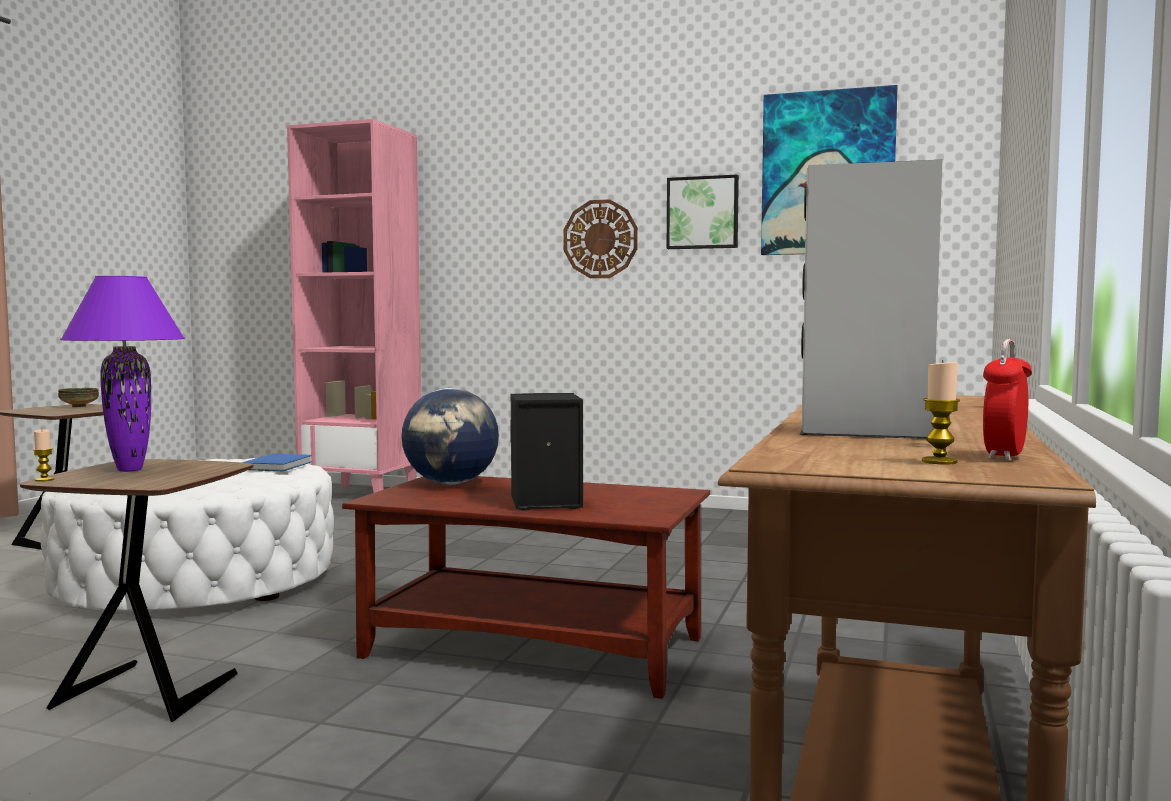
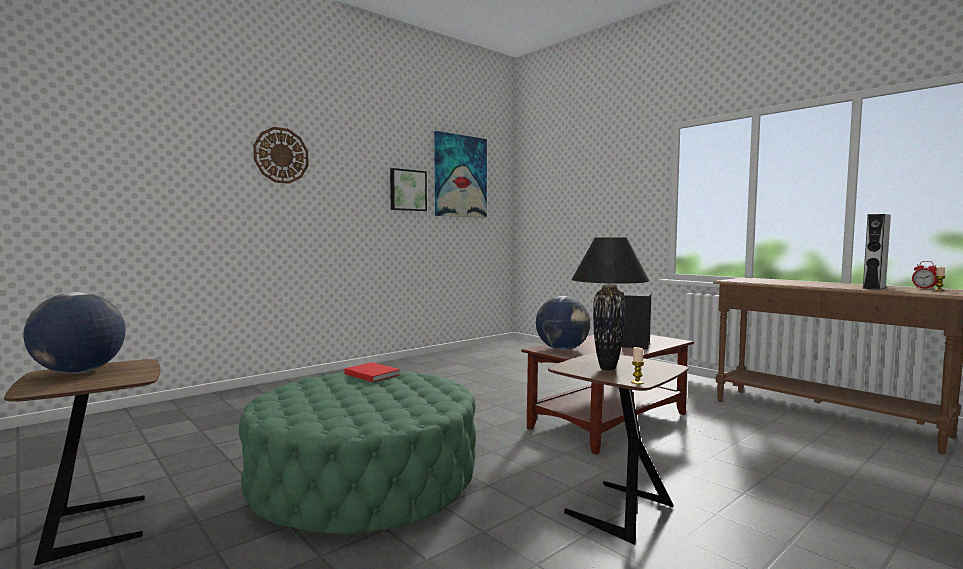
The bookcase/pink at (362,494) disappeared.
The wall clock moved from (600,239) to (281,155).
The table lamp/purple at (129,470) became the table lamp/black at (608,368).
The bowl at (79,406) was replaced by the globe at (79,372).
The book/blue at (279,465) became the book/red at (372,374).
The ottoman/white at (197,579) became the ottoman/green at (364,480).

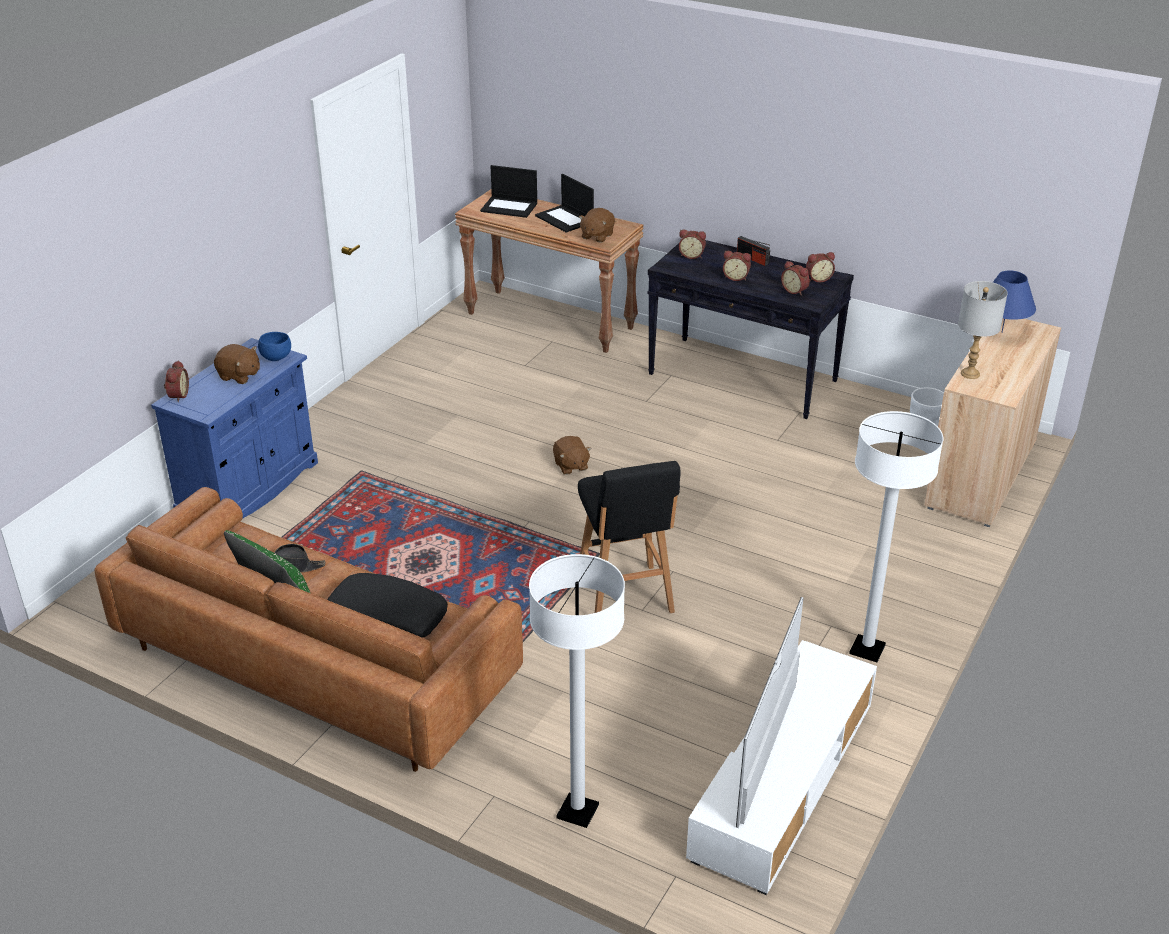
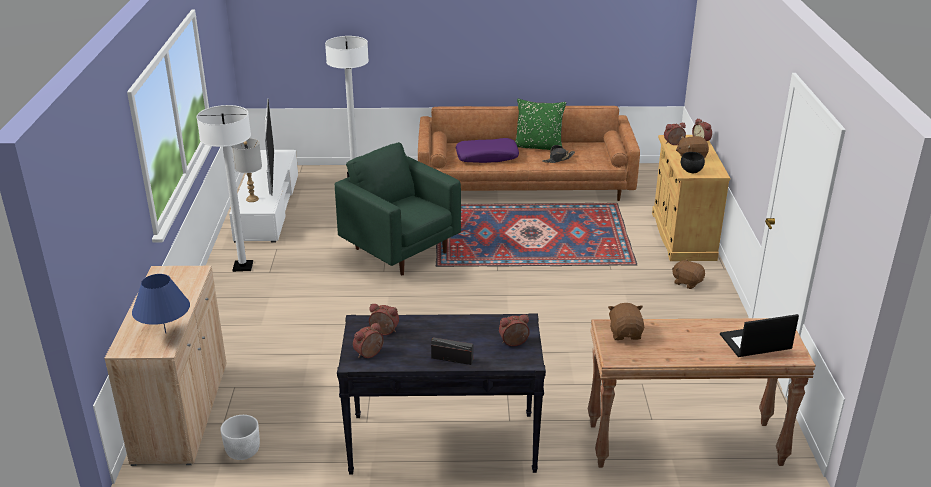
The laptop at (565,219) disappeared.
The alarm clock moved from (736,277) to (674,144).
The table lamp/grey moved from (970,373) to (252,199).
The bowl/blue at (276,357) became the bowl/black at (691,171).
The cabinet/blue at (249,488) became the cabinet/beige at (682,236).
The plush toy/brown moved from (570,466) to (687,282).
The stool/black at (625,598) was replaced by the armchair/green at (400,250).
The pillow/black at (387,617) became the pillow/purple at (487,157).

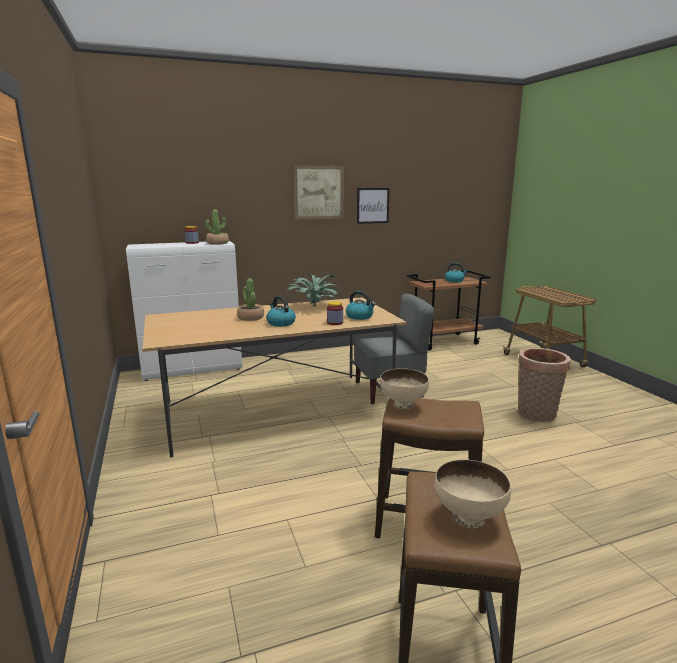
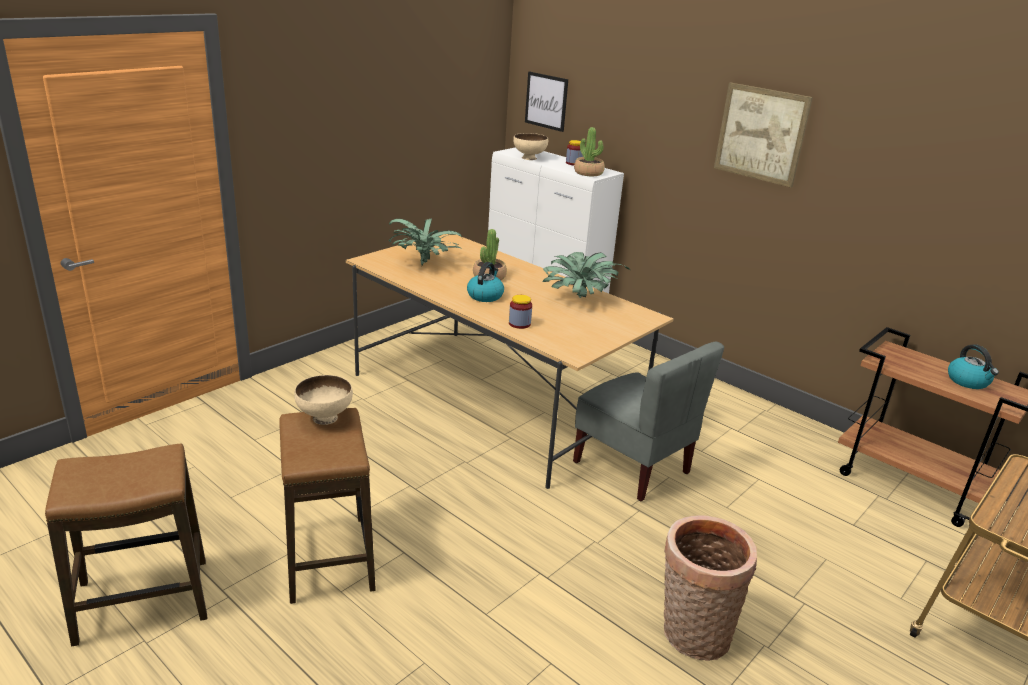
The picture moved from (372,205) to (546,101).
The kettle at (360,317) disappeared.
The bowl/beige moved from (469,517) to (529,158).
The potted plant at (425,264) appeared.

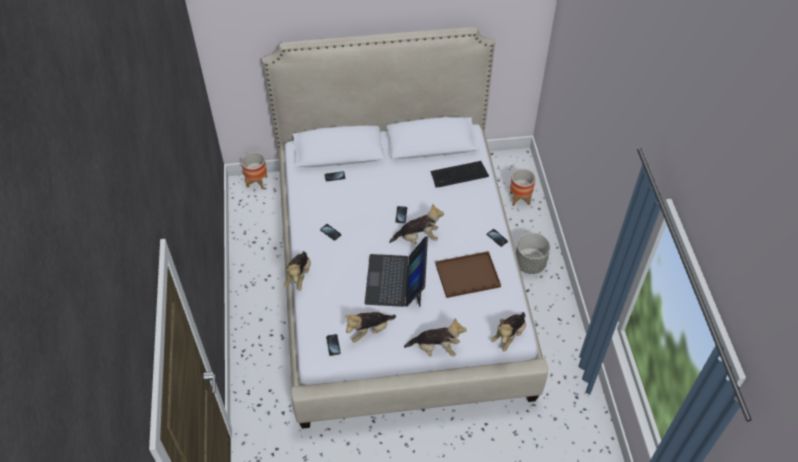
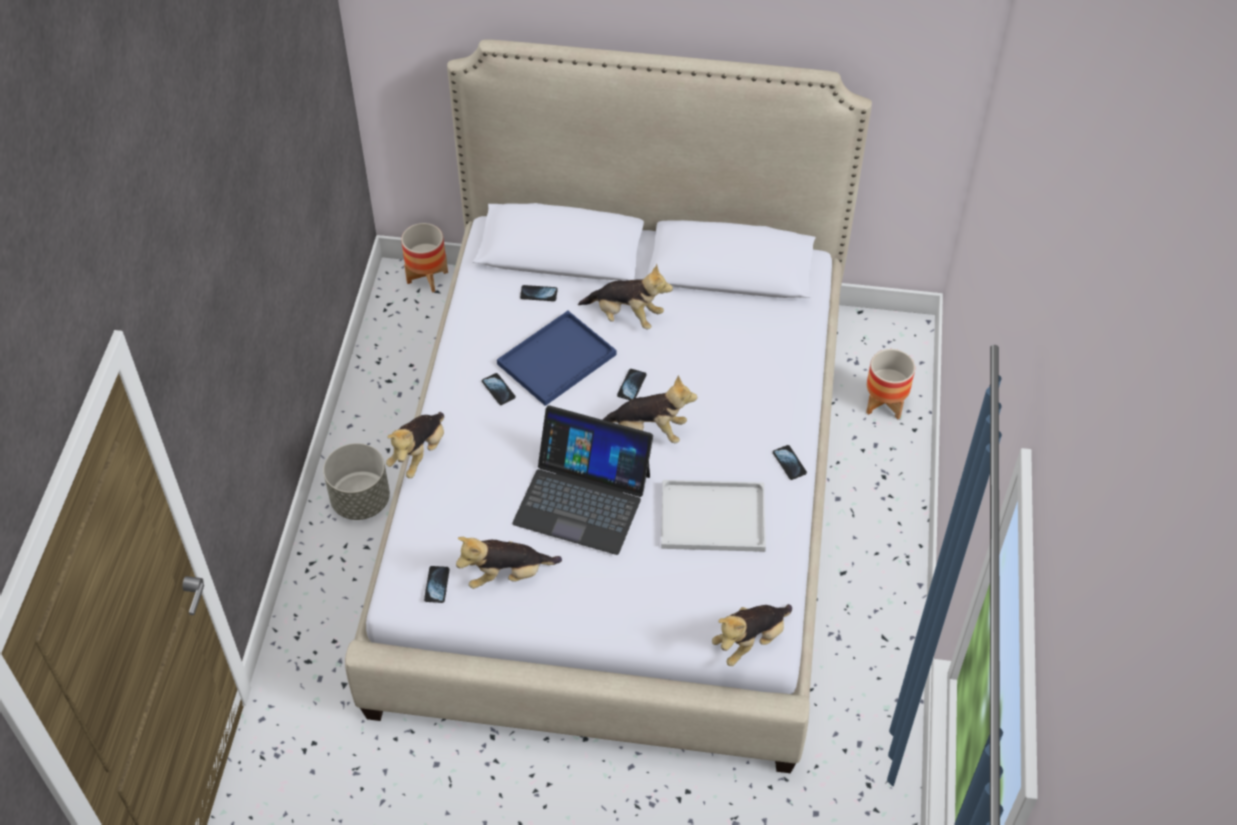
The keyboard at (459,175) disappeared.
The planter/grey moved from (530,264) to (361,501).
The laptop at (396,280) turned 90 degrees counterclockwise.
The tray/brown at (468,274) became the tray/white at (715,516).
The plush toy moved from (436,348) to (626,316).
The tray/blue at (557,357) appeared.

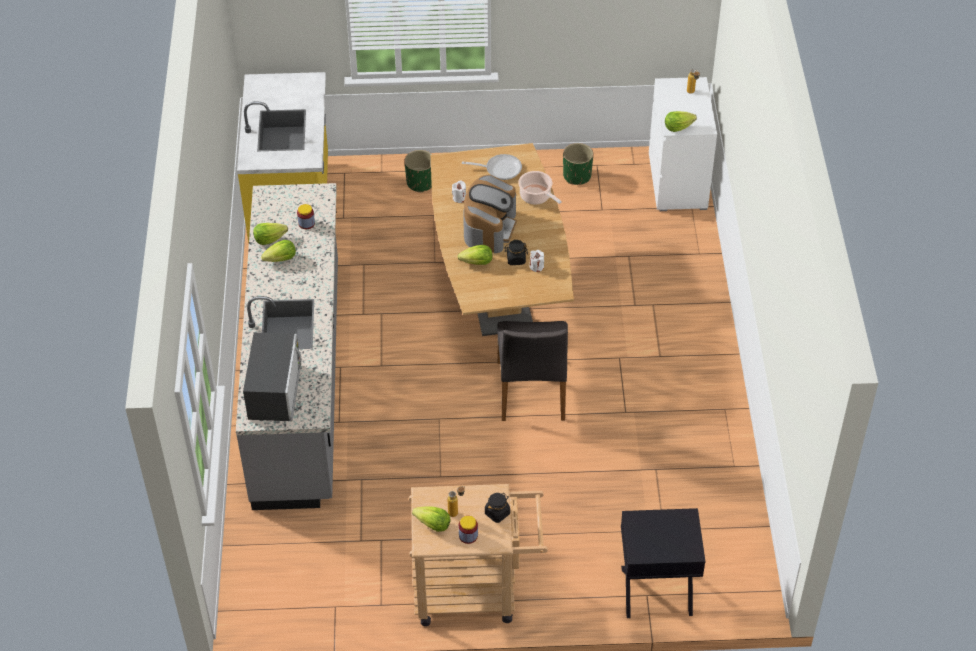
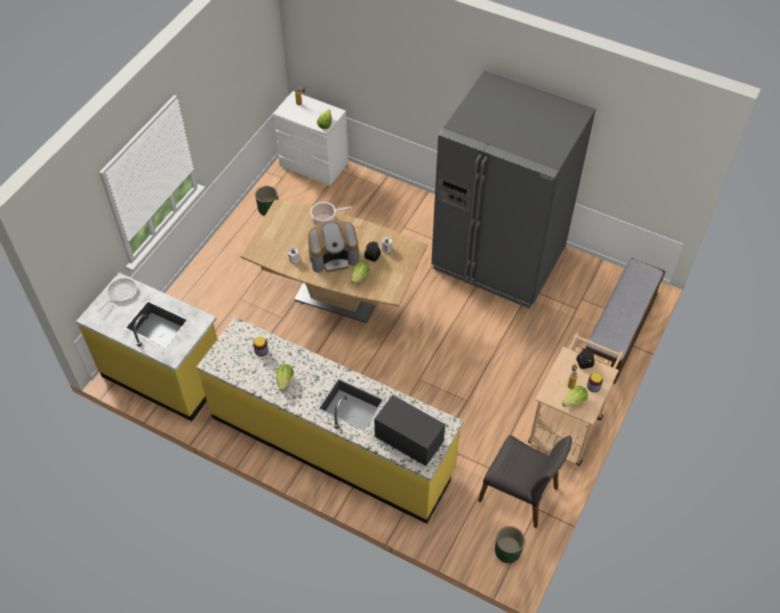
The planter/green moved from (420,183) to (507,551).
The frying pan moved from (500,169) to (120,293).
The coffee machine at (489,228) turned 120 degrees clockwise.
The counter/grey at (300,381) became the counter/yellow at (332,443).
The lettuce at (269,239) disappeared.
The chair/grey moved from (532,391) to (519,493).
The nightstand/black at (656,591) was replaced by the bench at (618,334).
The fridge/grey at (498,258) appeared.

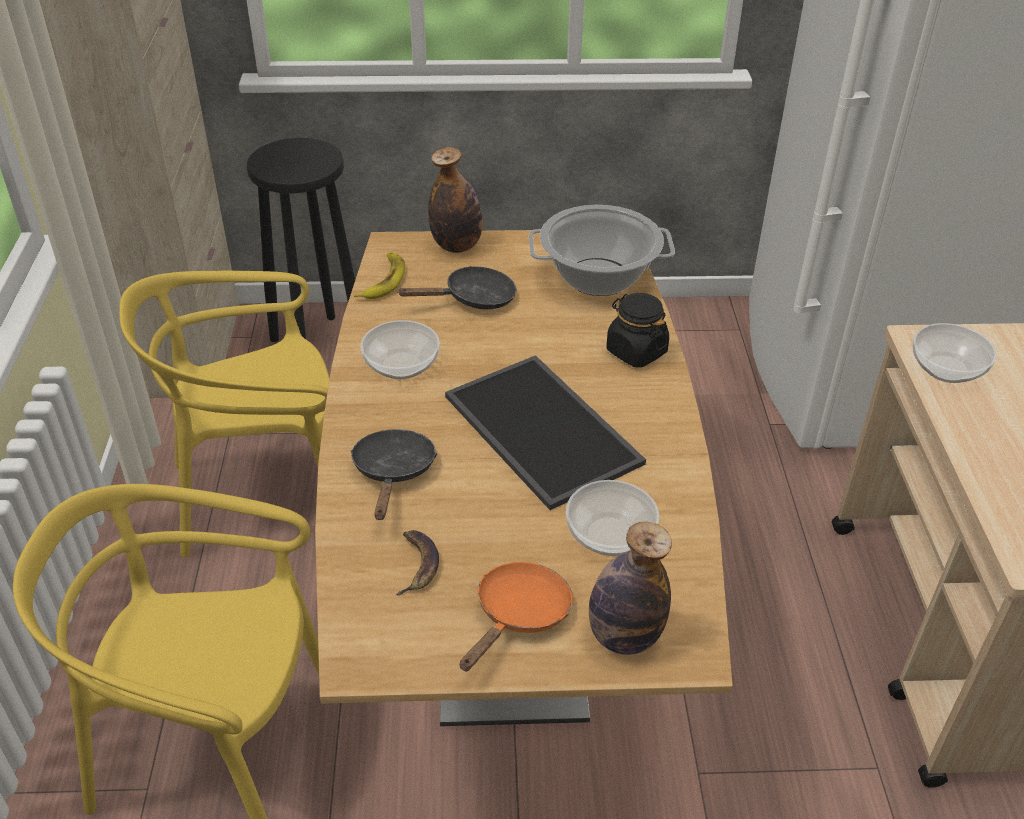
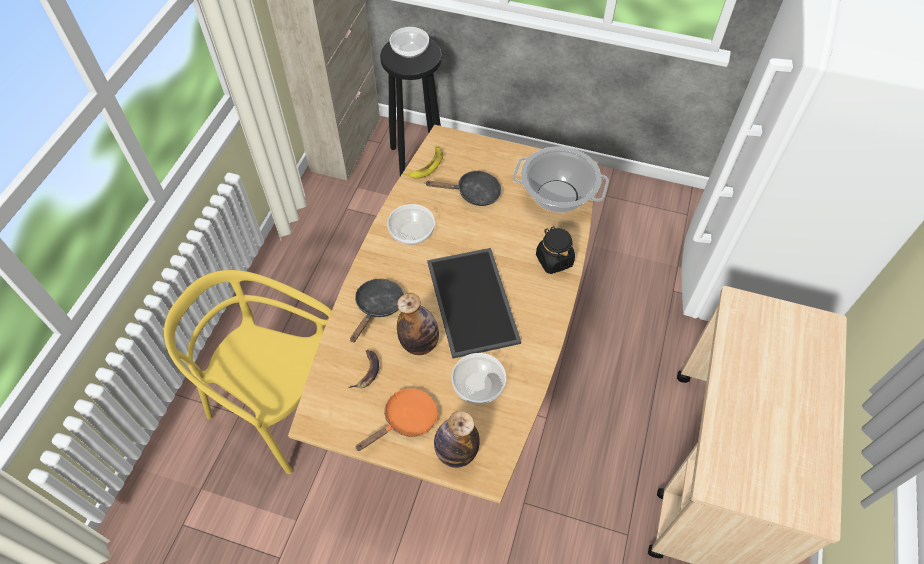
The bottle moved from (457,246) to (419,343).
The chair/yellow at (263,494) disappeared.
The bowl moved from (948,369) to (410,51).

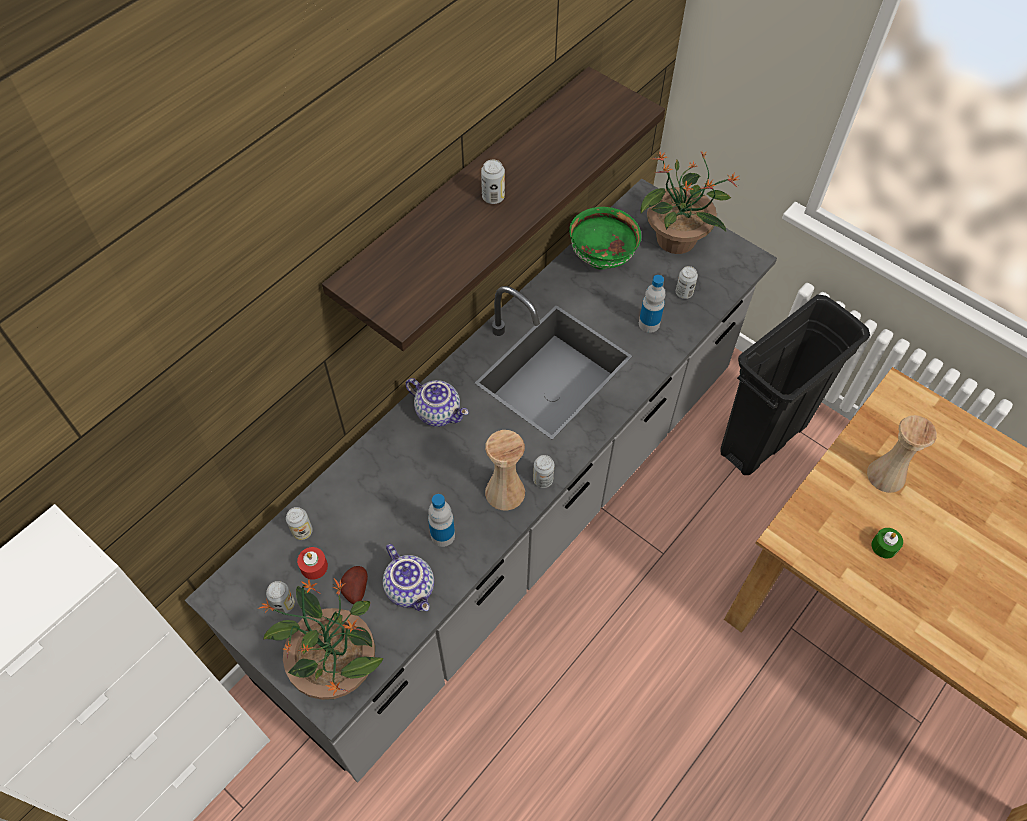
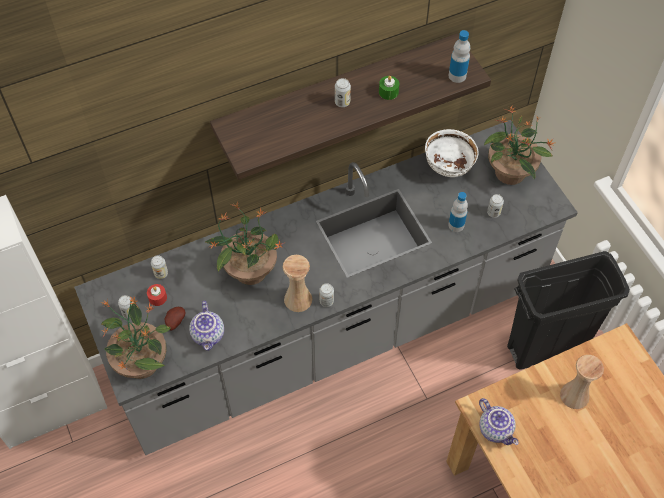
The bowl/green at (601,258) became the bowl/white at (448,167).
The teapot moved from (439,412) to (496,429).
The bottle moved from (443,535) to (457,76).
The candle/green moved from (884,546) to (388,92).
The potted plant at (249,270) appeared.

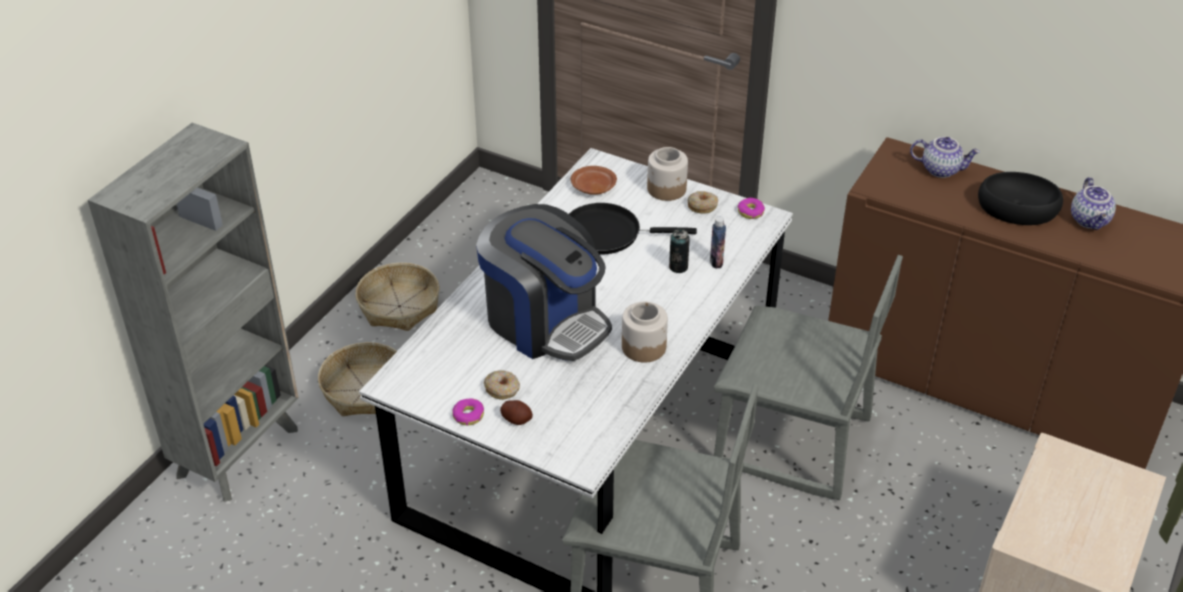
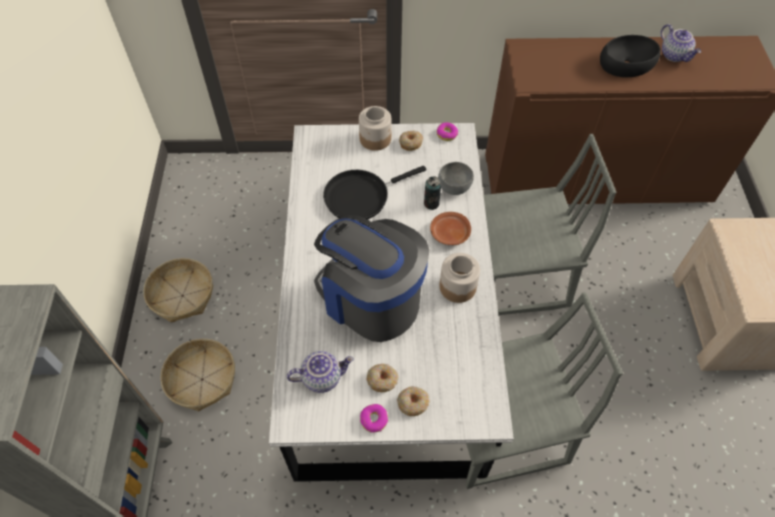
The teapot moved from (941,169) to (322,377).
The plate/brown moved from (593,187) to (449,233).
The coffee machine at (545,322) turned 150 degrees counterclockwise.
The bottle at (716,262) was replaced by the bowl/grey at (454,187).
The potato at (517,419) was replaced by the donut at (413,403).

